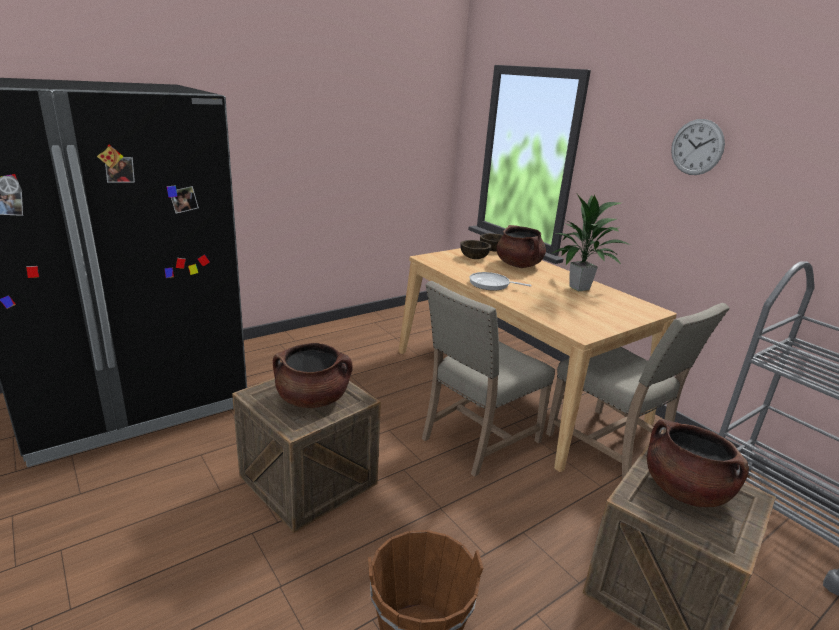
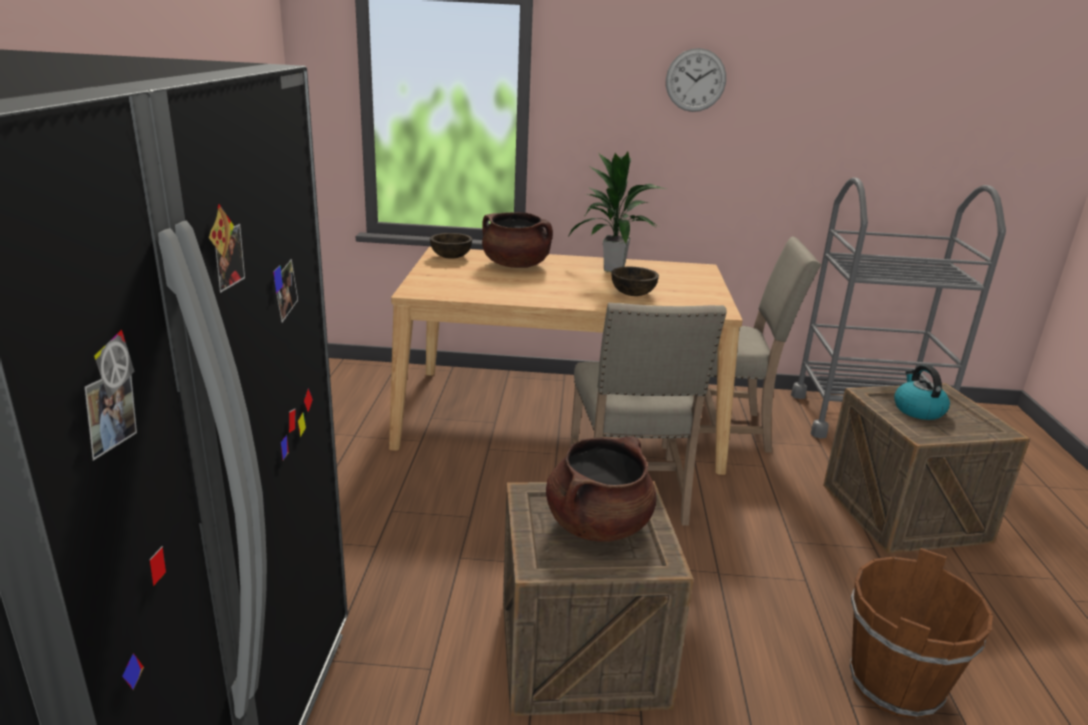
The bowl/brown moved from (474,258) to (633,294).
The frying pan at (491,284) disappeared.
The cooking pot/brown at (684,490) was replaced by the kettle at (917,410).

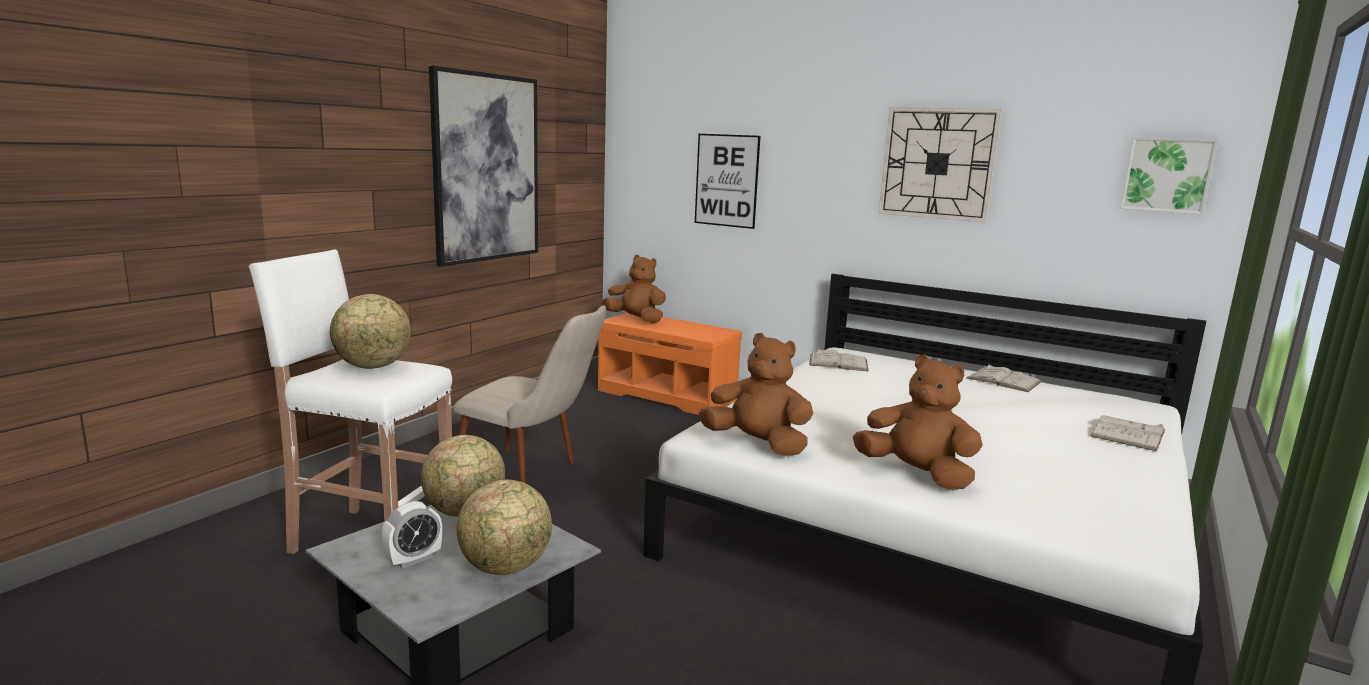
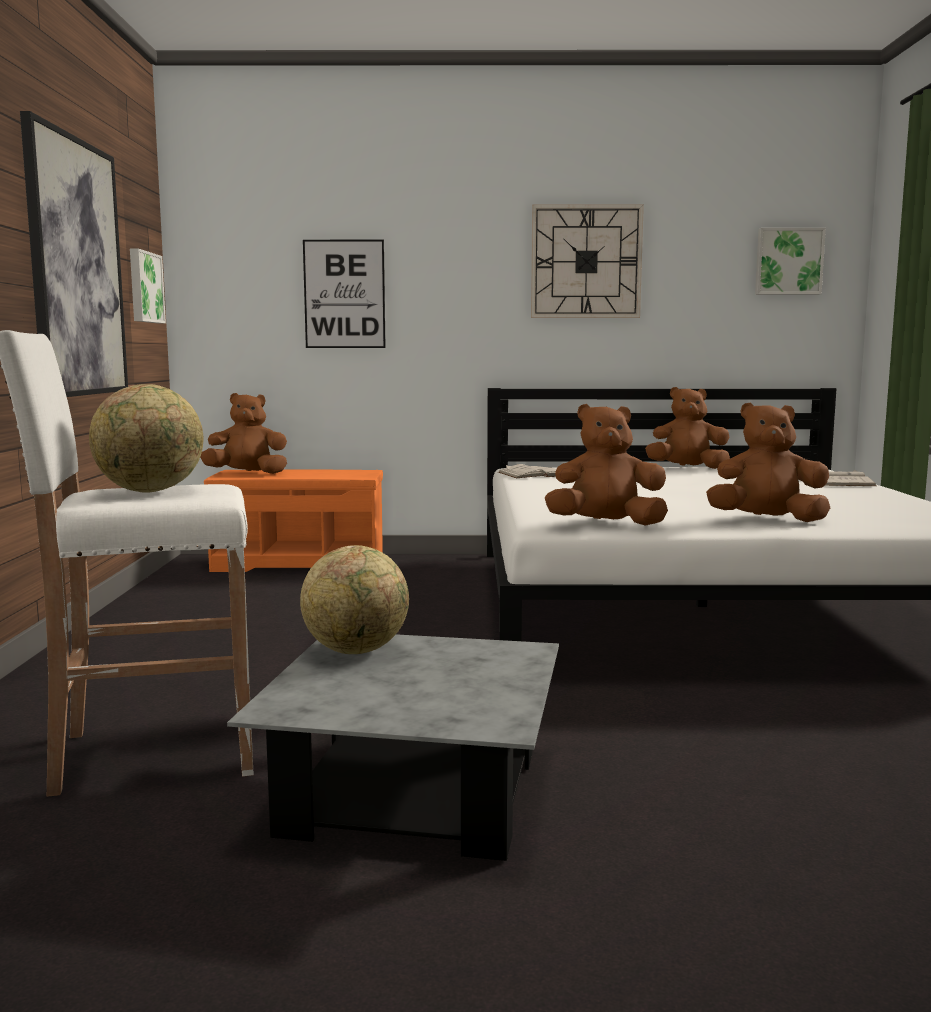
The chair/beige at (533,477) disappeared.
The book/white at (1003,380) was replaced by the plush toy/brown at (687,468).
The globe at (506,567) disappeared.
The alarm clock at (413,559) disappeared.
The picture at (144,287) appeared.

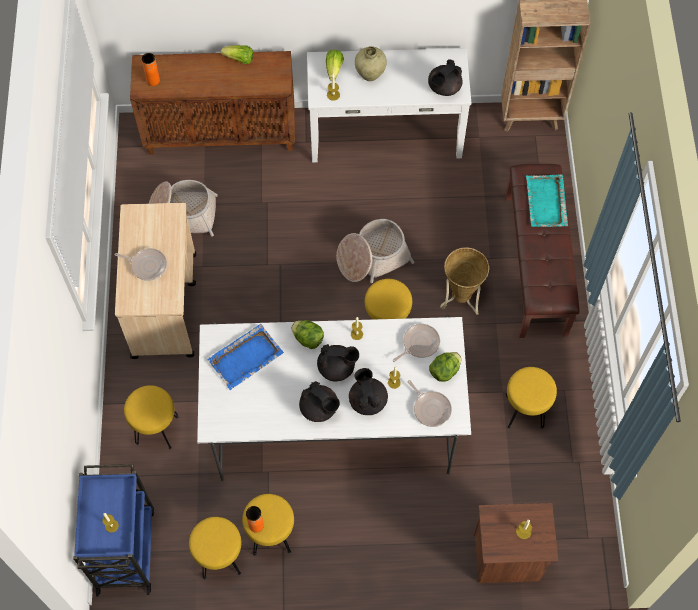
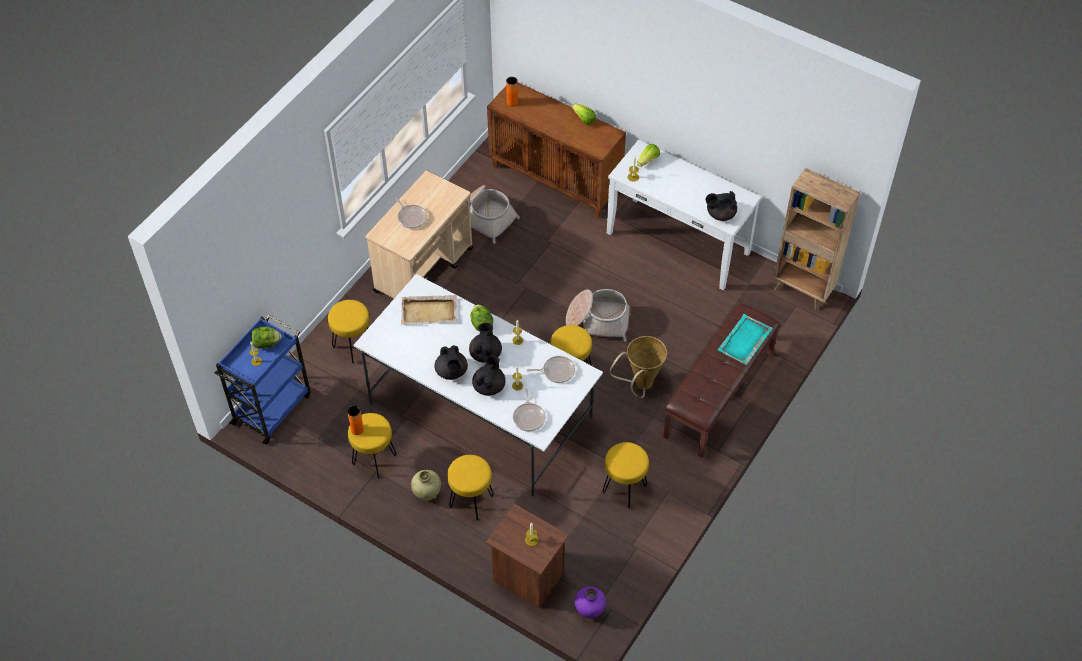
The vase/beige moved from (370,74) to (427,494).
The tray/blue at (246,357) became the tray/beige at (429,311).
The teapot/black at (337,368) turned 120 degrees counterclockwise.
The lettuce moved from (444,371) to (266,343).
The stool/yellow moved from (220,559) to (471,501).
The vase/purple at (589,611) appeared.

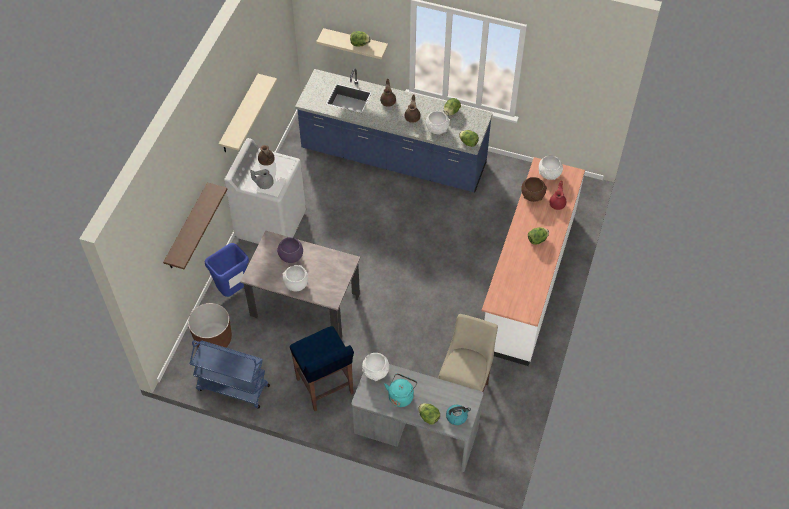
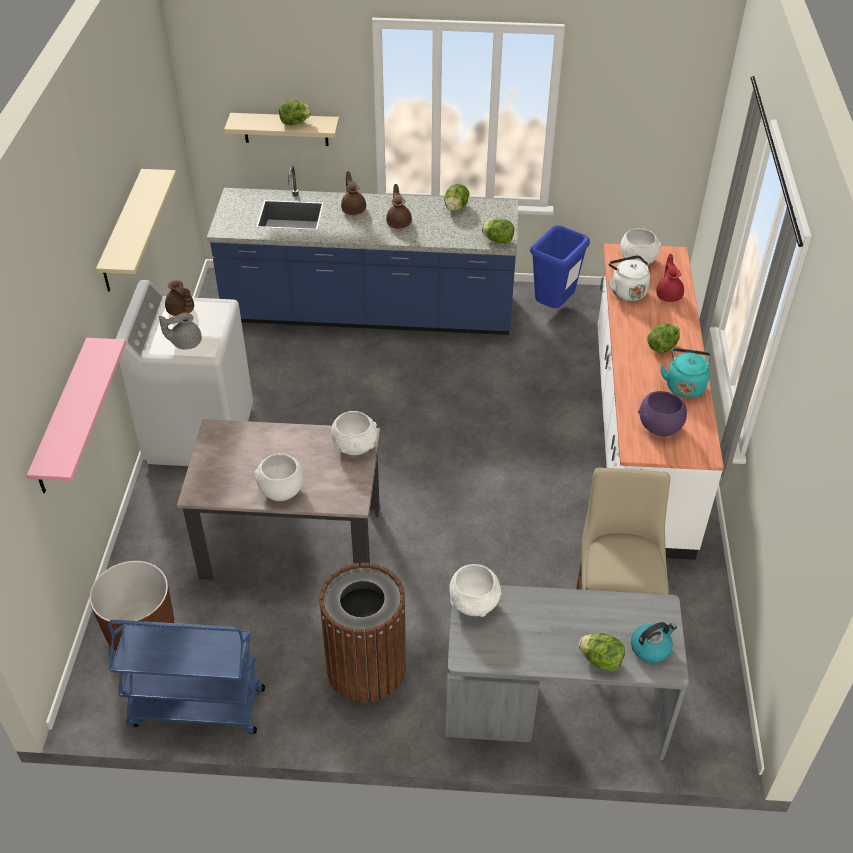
The bowl/white moved from (437,129) to (355,446).
The bowl/brown at (533,196) was replaced by the kettle/white at (626,291).
The shelf/brown at (187,228) became the shelf/pink at (63,417).
The bowl/purple moved from (290,256) to (659,427).
The trash can/blue moved from (232,291) to (553,307).
The stool/blue at (325,387) was replaced by the trash can/brown at (366,668).
The kettle/turquoise moved from (401,396) to (684,385).

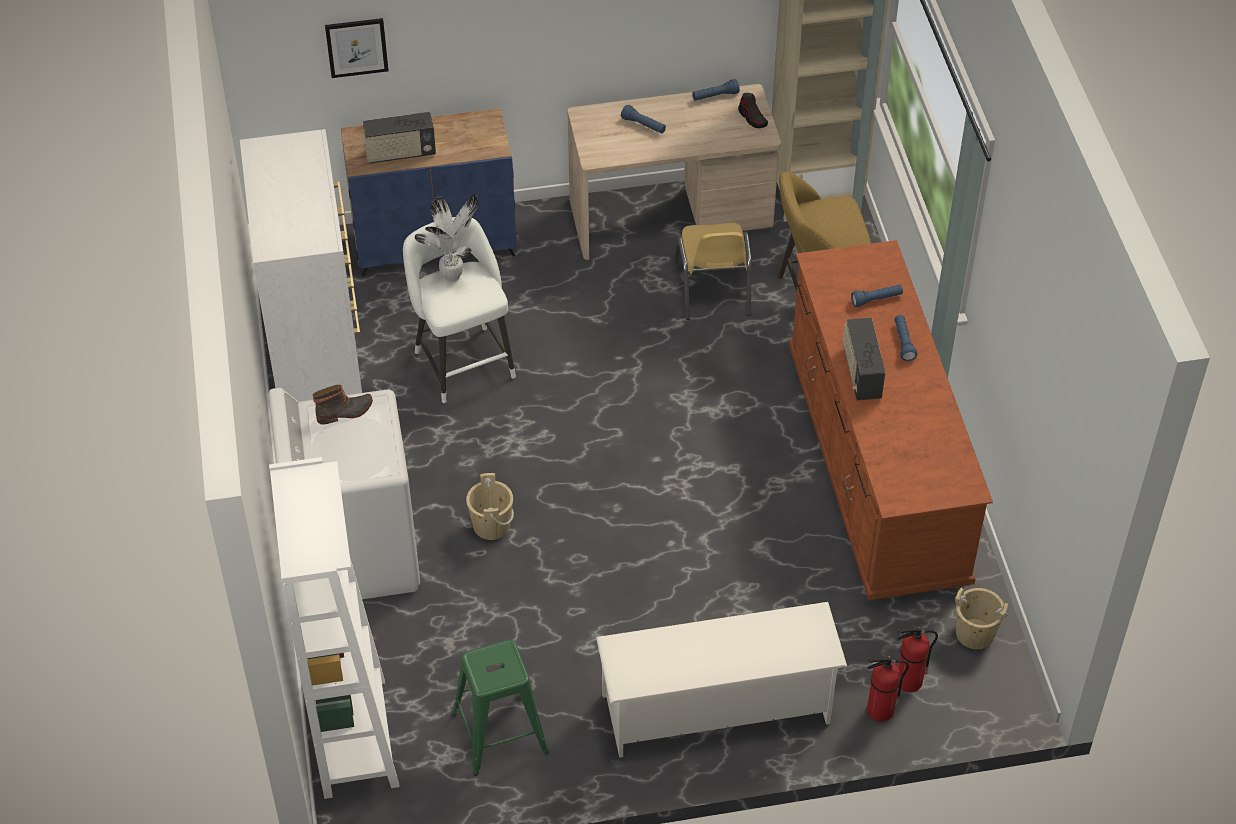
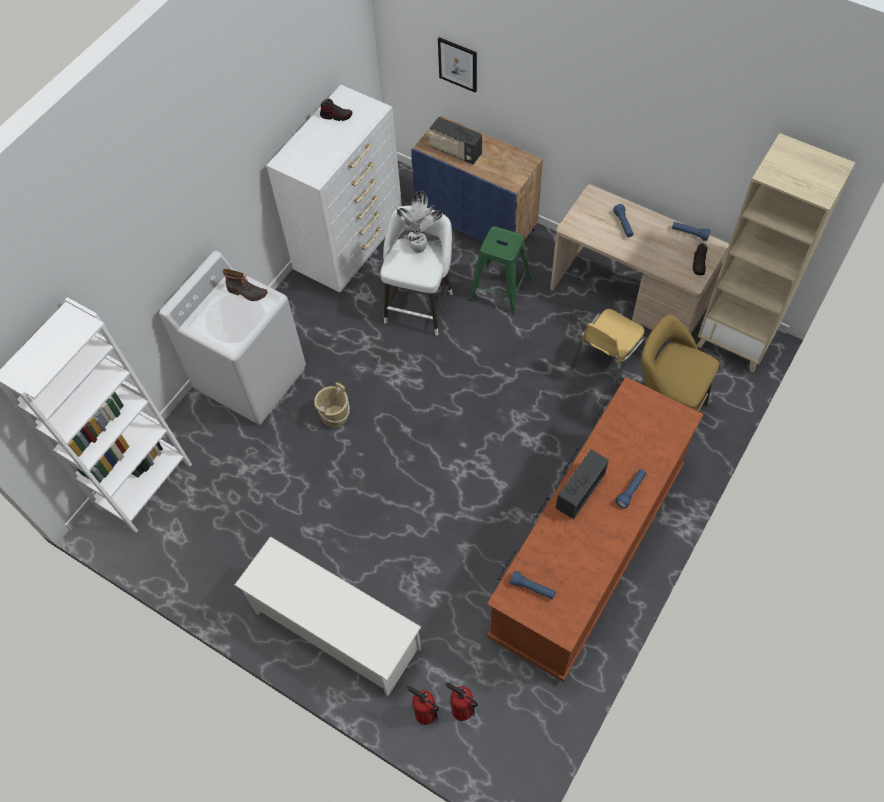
The flashlight/blue moved from (876,300) to (532,588).
The bucket/beige at (975,633) disappeared.
The stool/green moved from (499,733) to (499,289).
The shoe at (336,116) appeared.

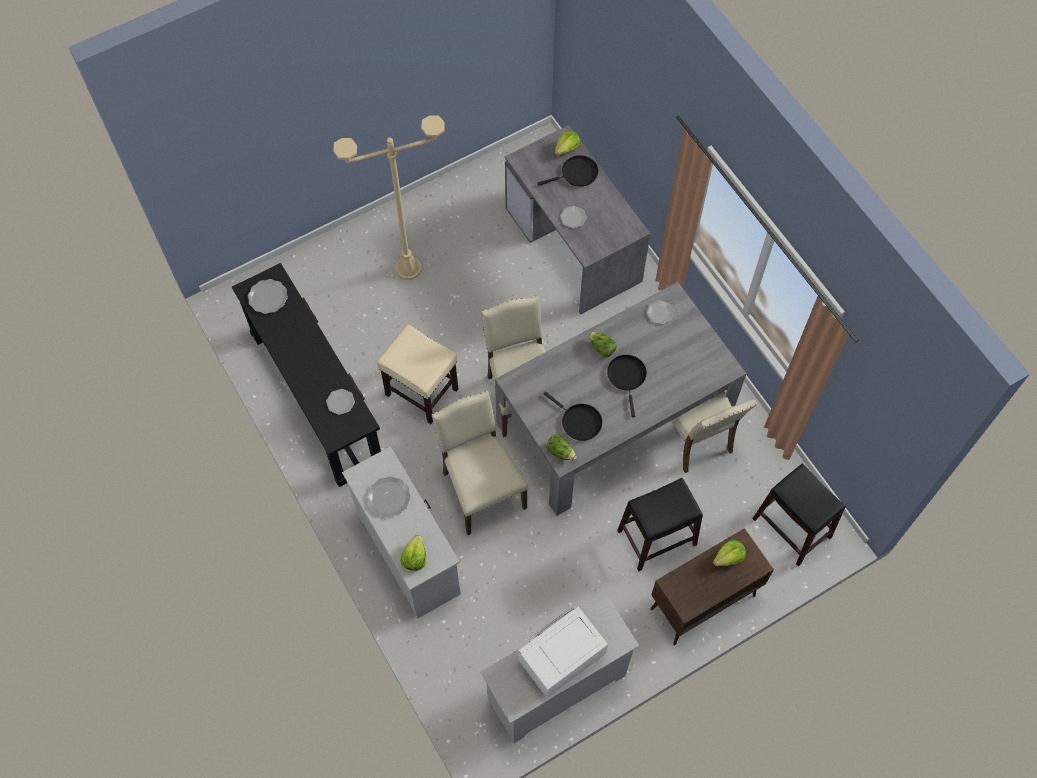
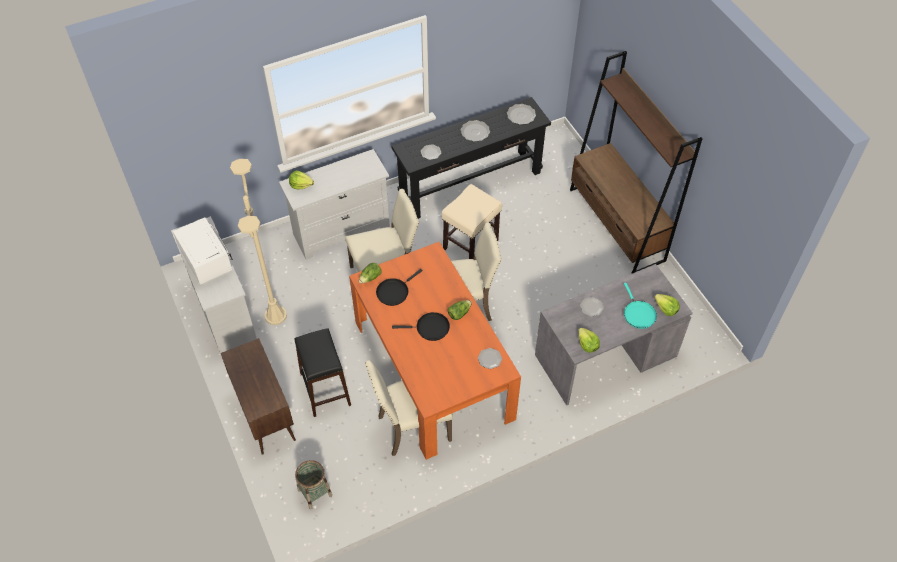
The floor lamp/beige moved from (408,268) to (275,315).
The frying pan/black at (577,174) became the frying pan/turquoise at (638,314).
The dining table/grey at (613,420) became the dining table/orange at (432,369).
The stool/black at (791,528) was replaced by the basket at (315,492).
The plate moved from (389,497) to (475,132).
The lettuce moved from (729,557) to (587,345).
The bookcase/brown at (616,225) appeared.

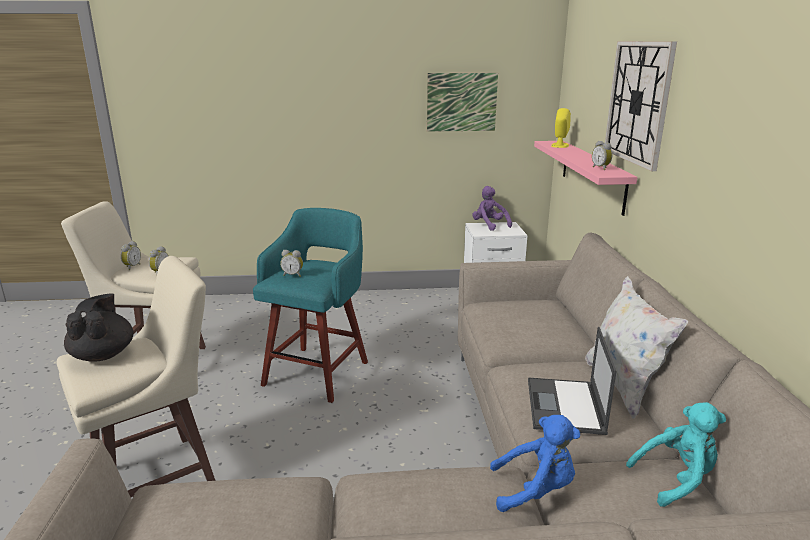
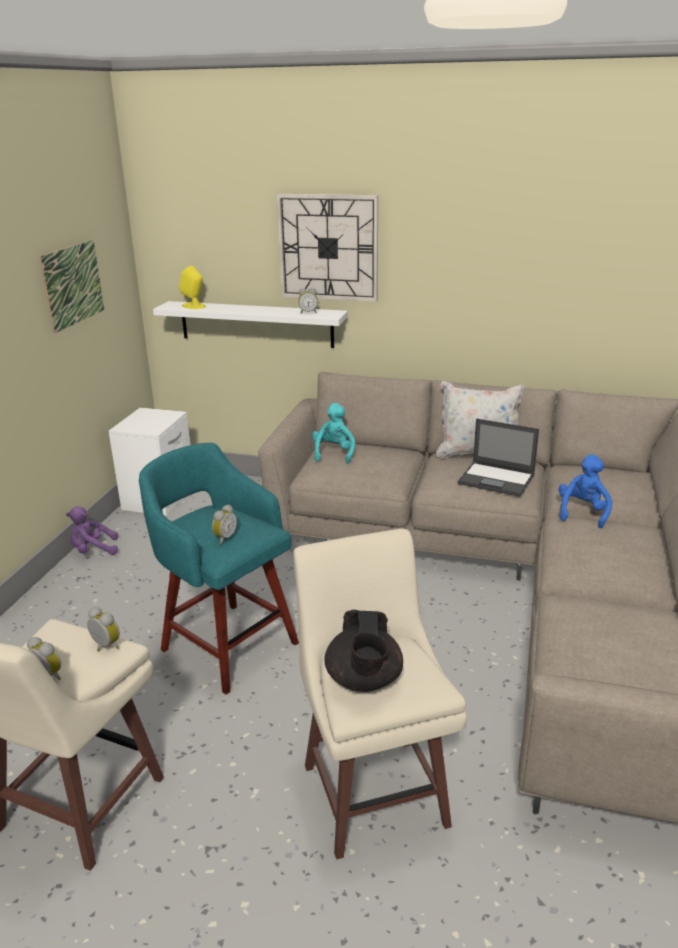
The shelf/pink at (592,174) became the shelf/white at (256,324).
The plush toy/purple moved from (489,225) to (93,551).
The teapot/black at (103,354) turned 105 degrees counterclockwise.
The plush toy/turquoise moved from (676,479) to (334,453).

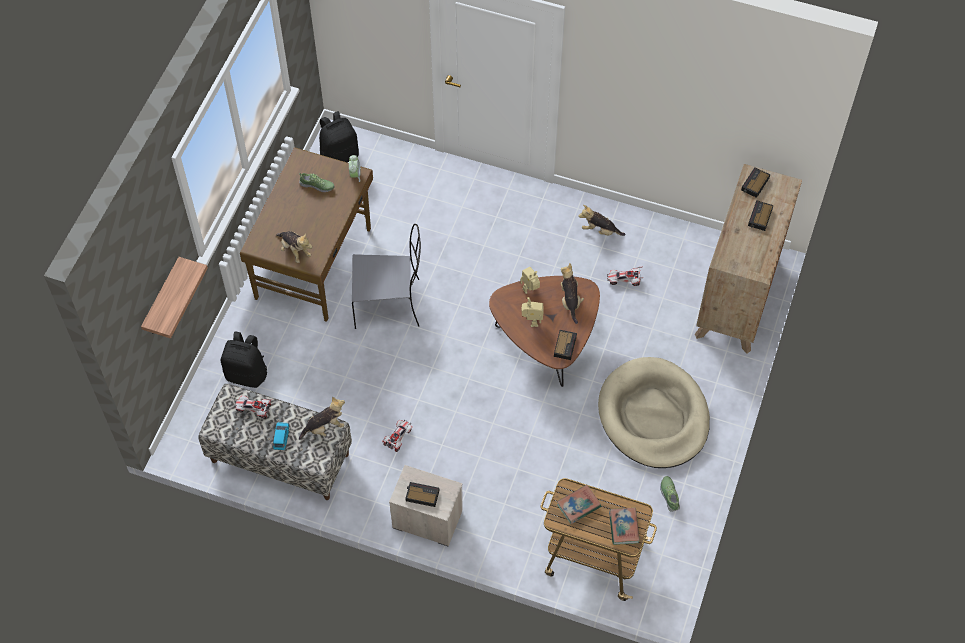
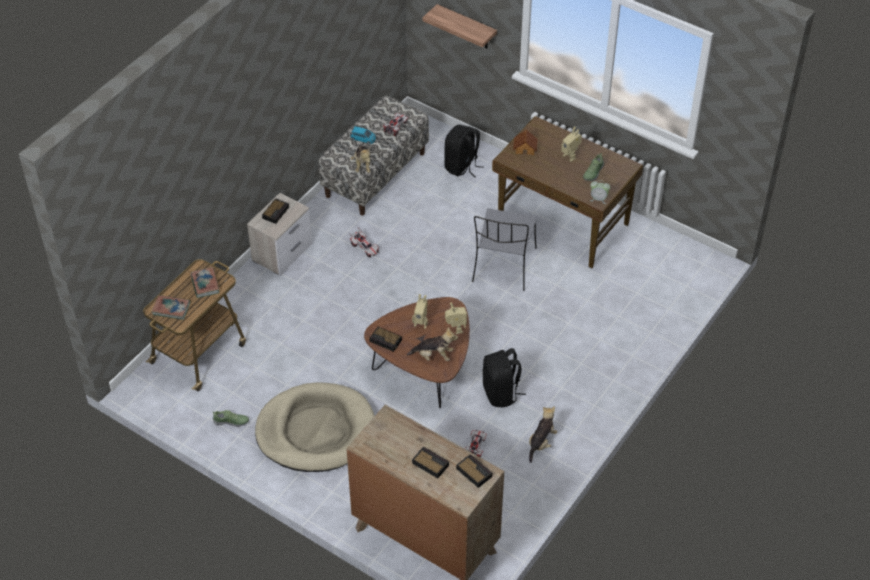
The backpack/black moved from (339,155) to (501,393).
The plush toy at (295,250) was replaced by the toy house at (525,148).
The toy robot at (570,156) appeared.

